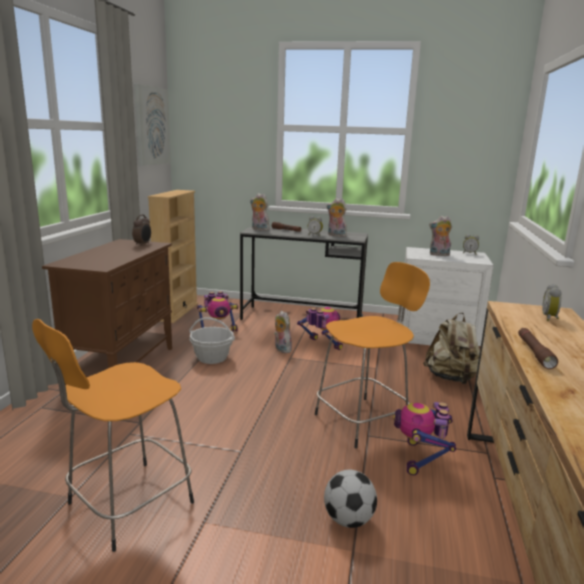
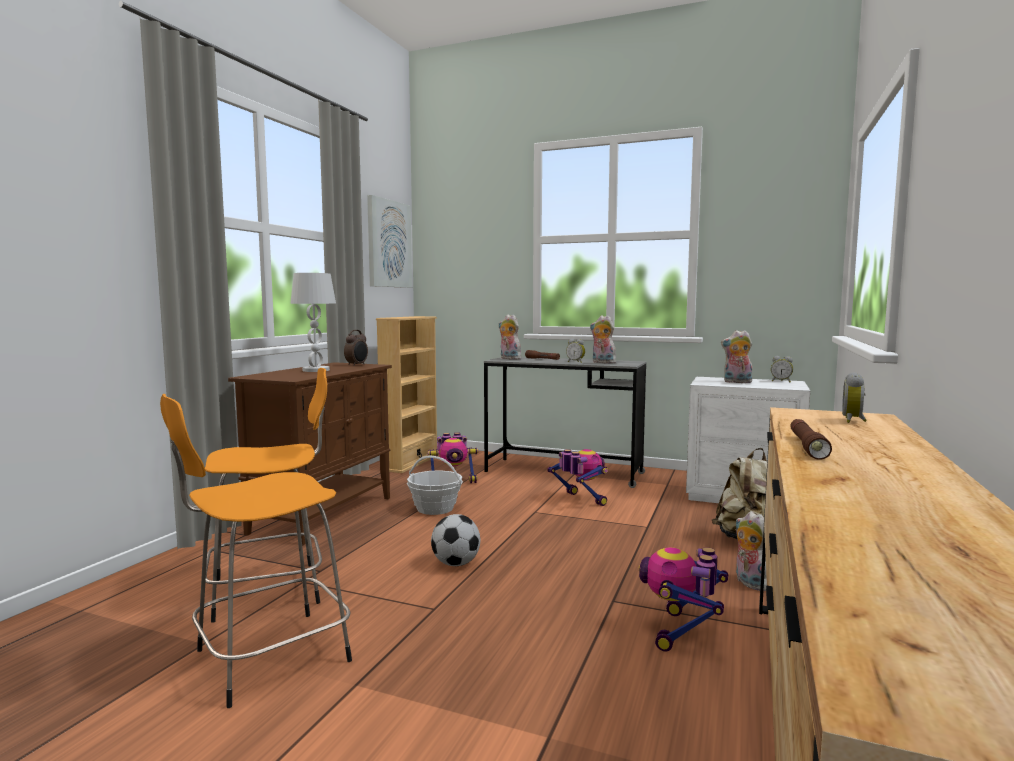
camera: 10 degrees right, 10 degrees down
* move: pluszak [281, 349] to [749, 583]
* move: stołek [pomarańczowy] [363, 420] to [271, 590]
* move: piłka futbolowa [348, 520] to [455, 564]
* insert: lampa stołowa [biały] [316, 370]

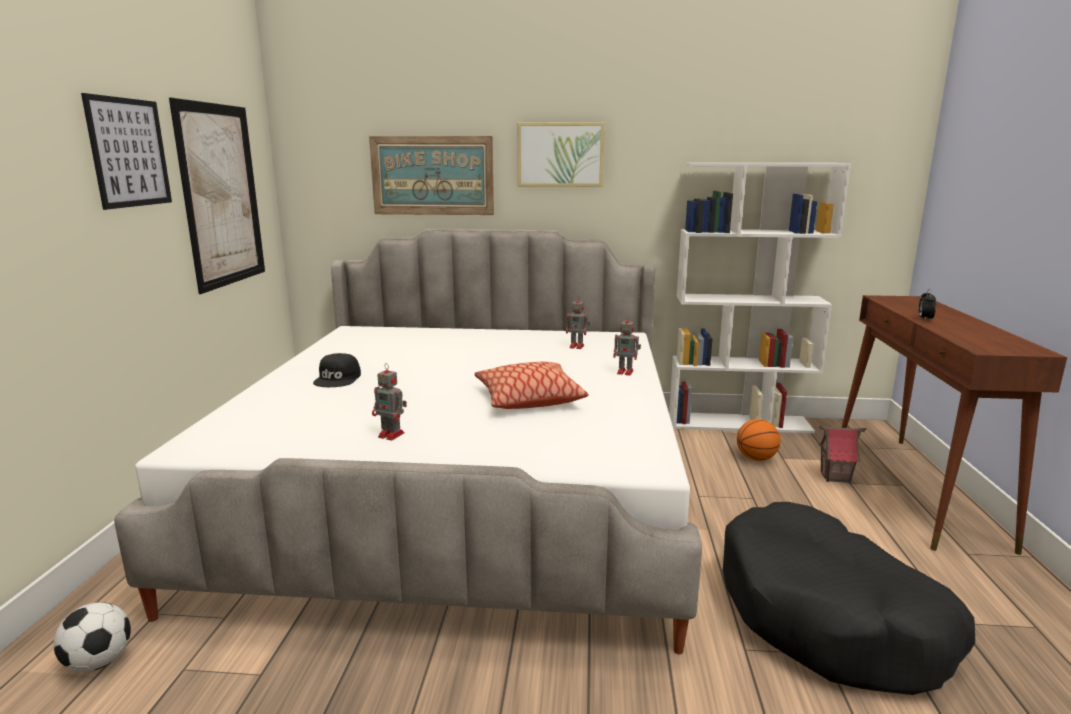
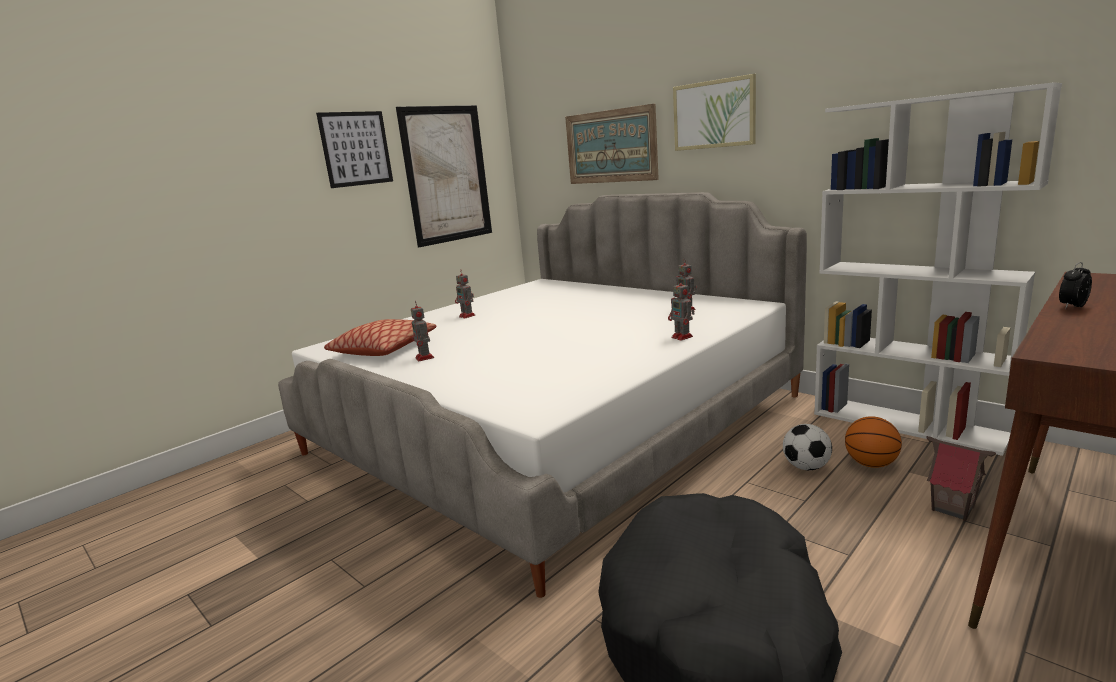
camera: 40 degrees right, 0 degrees up
* move: piłka futbolowa [99, 662] to [806, 467]
* replace: czapka z daszkiem [czarny] [338, 379] to robot zabawkowy [467, 316]
* move: poduszka [528, 399] to [383, 349]

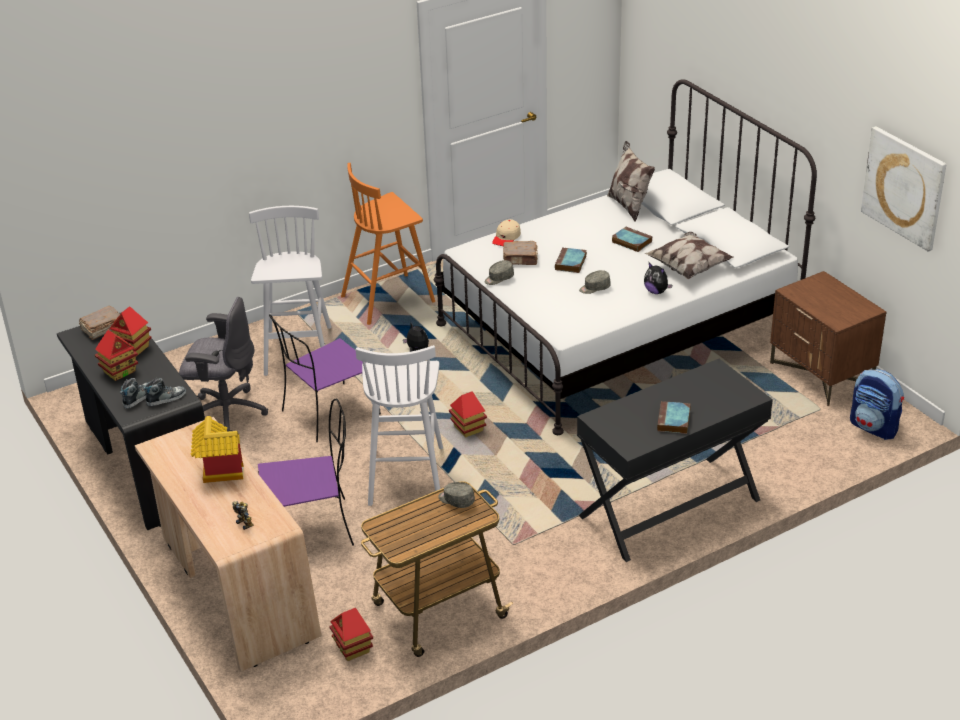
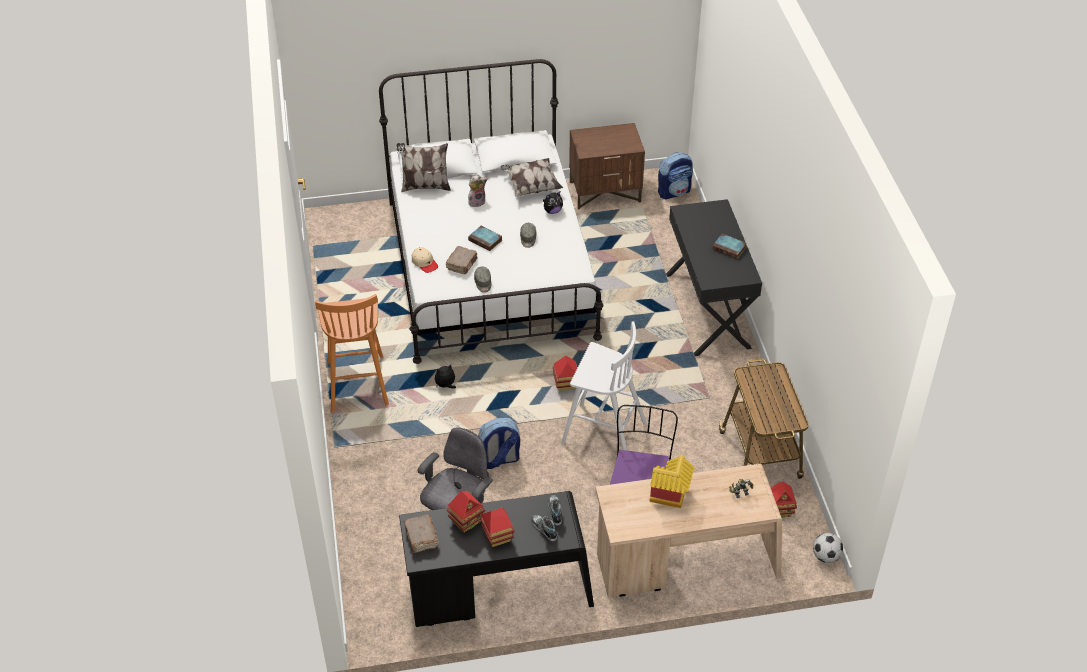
camera: 70 degrees left, 10 degrees up
* delete: stołek [biały] [298, 352]
* replace: krzesło [fioletowy] [328, 414] to plecak [499, 460]
* delete: czapka z daszkiem [szary] [456, 500]
* replace: książka [630, 242] to pluszak [477, 201]
* delete: obraz [904, 187]
* insert: piłka futbolowa [826, 556]

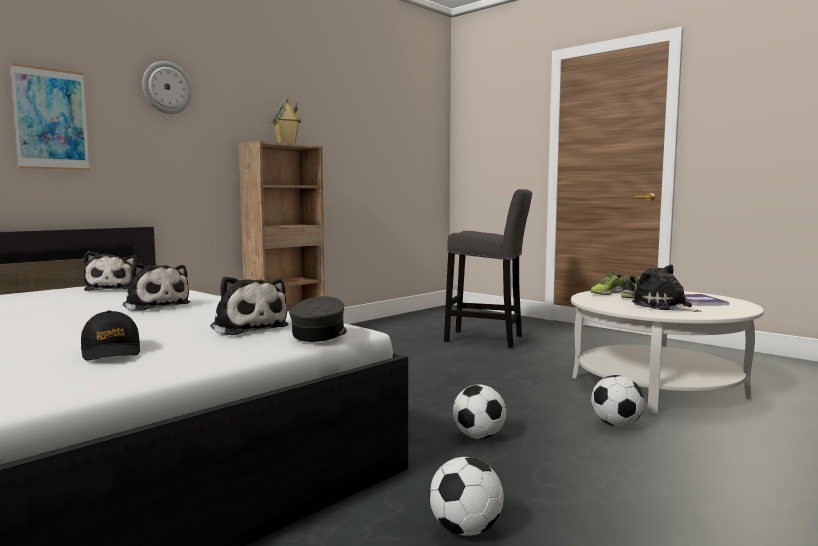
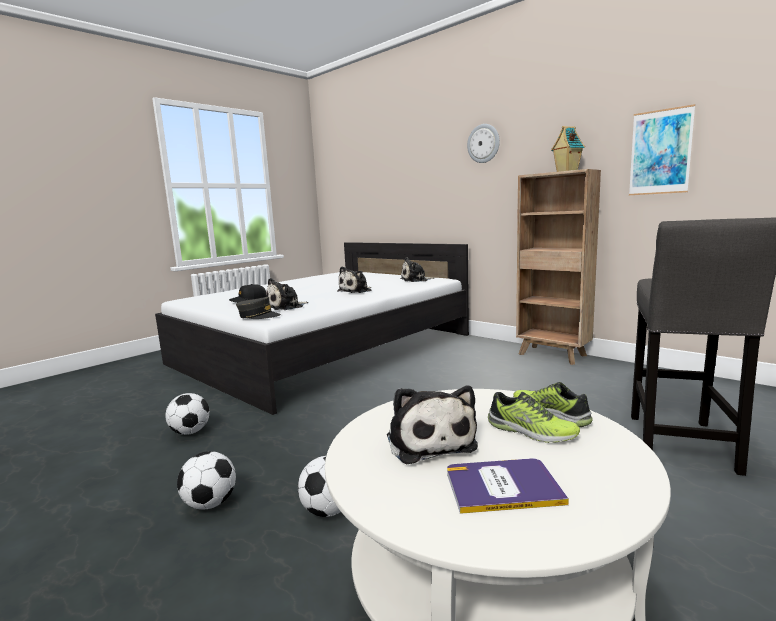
camera: 90 degrees right, 5 degrees up
* move: obraz [51, 119] to [660, 152]
* move: piłka futbolowa [479, 436] to [210, 504]
* rotate: pluszak [664, 306] = [429, 441] 105 degrees clockwise

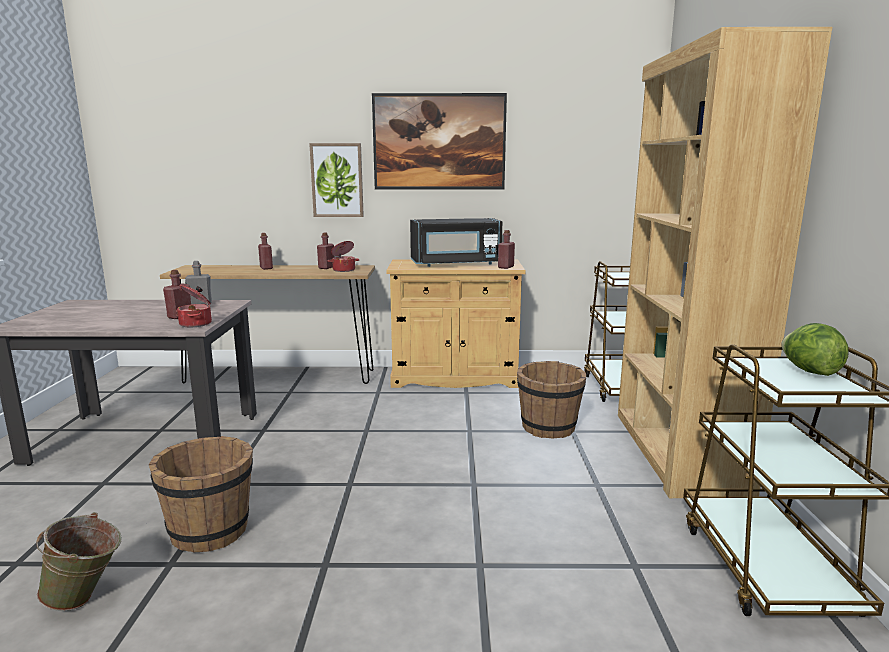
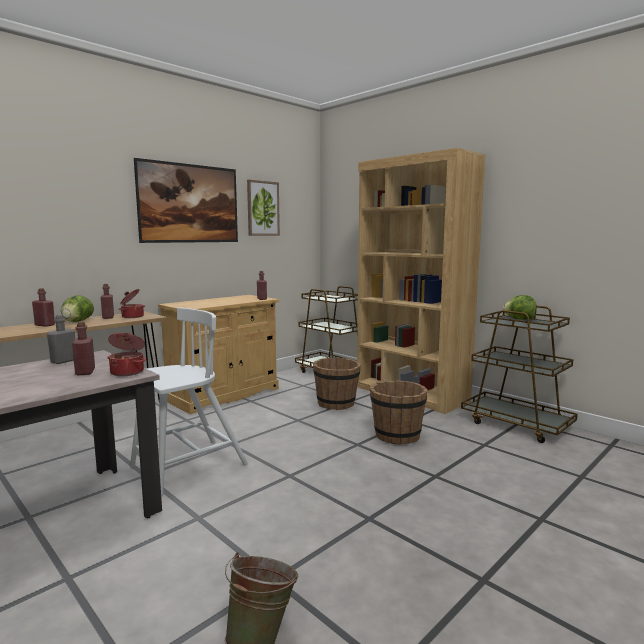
camera: 45 degrees left, 5 degrees down
* move: wiadro [brązowy] [210, 530] to [397, 435]
* move: obraz [337, 180] to [262, 208]
* delete: mikrofalówka [czarny] [456, 264]
* insert: sałata [77, 321]
* insert: krzesło [biały] [187, 467]

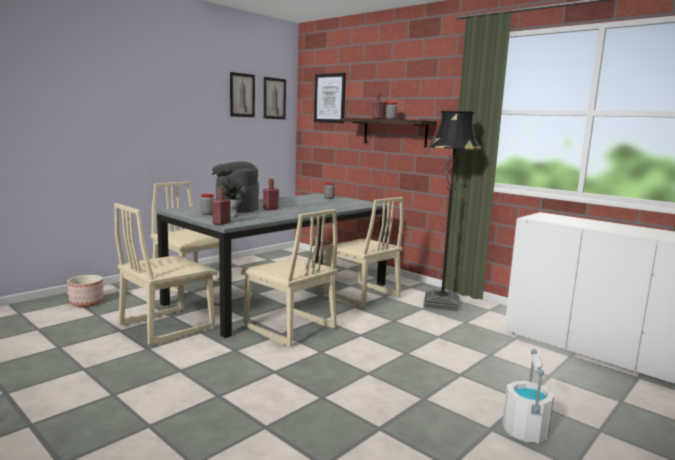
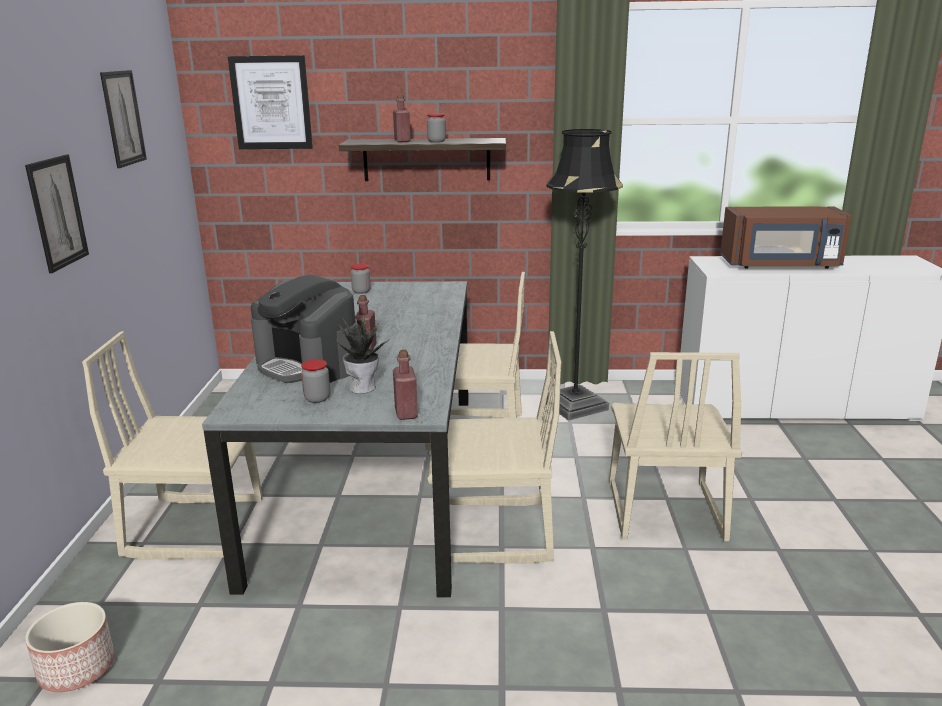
camera: 40 degrees left, 10 degrees up
* move: krzesło [beżowy] [166, 326] to [663, 511]
* move: obraz [274, 98] to [57, 212]
* delete: wiadro [biały] [525, 431]
* insert: mikrofalówka [brązowy] [781, 265]

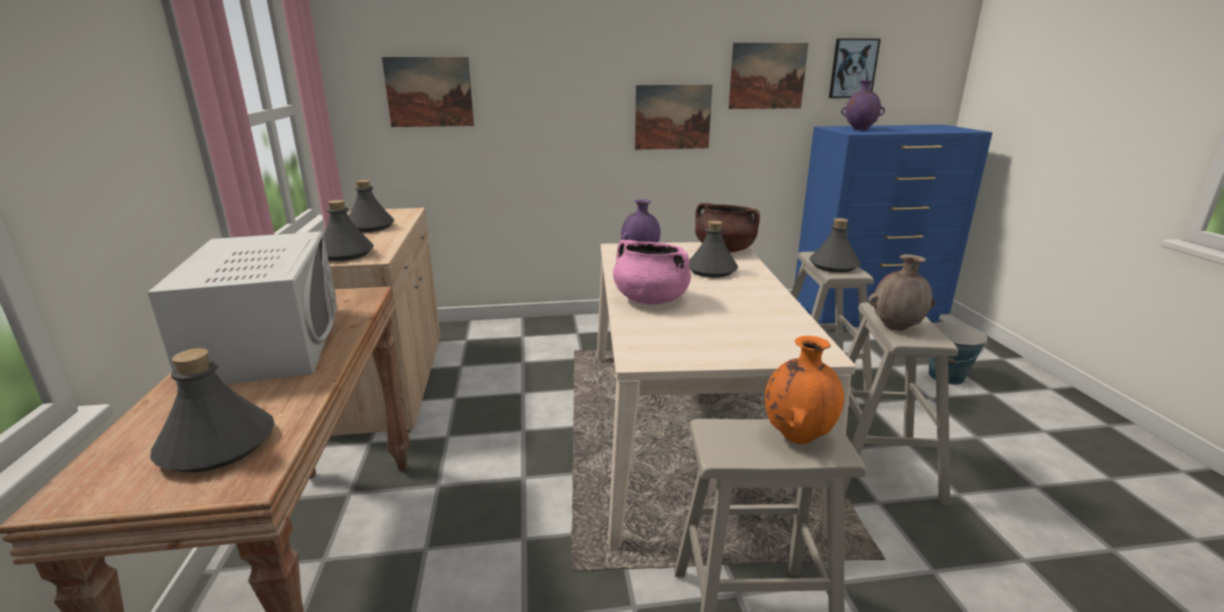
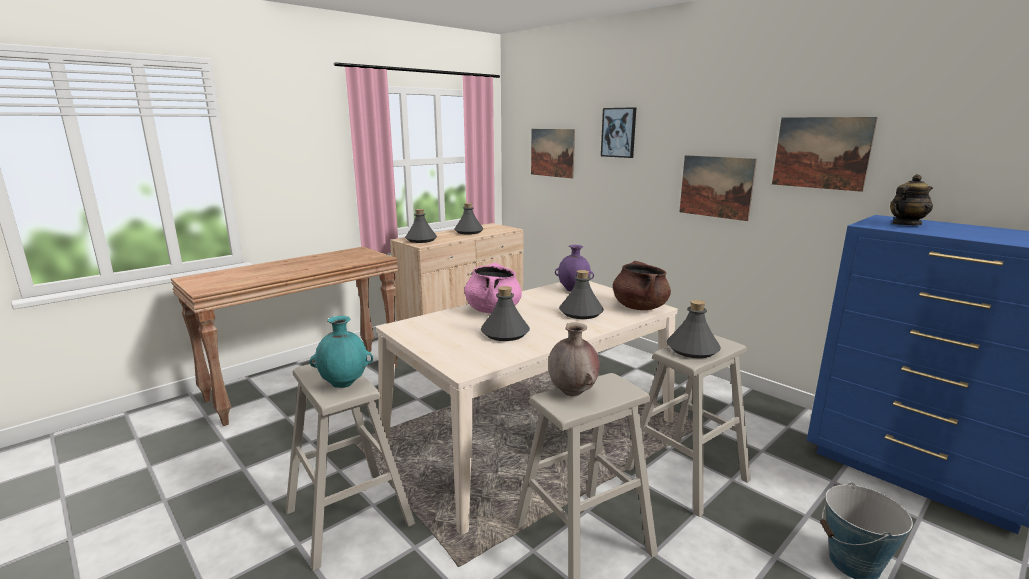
camera: 55 degrees right, 5 degrees down
* delete: mikrofalówka [biały] [269, 343]
* move: butelka [szary] [217, 446] to [504, 333]
* recolor: wazon [pomarańczowy] [797, 435] to wazon [turkusowy] [344, 384]
* move: obraz [853, 68] to [619, 132]
* replace: wazon [fioletowy] [859, 129] to imbryk [905, 224]

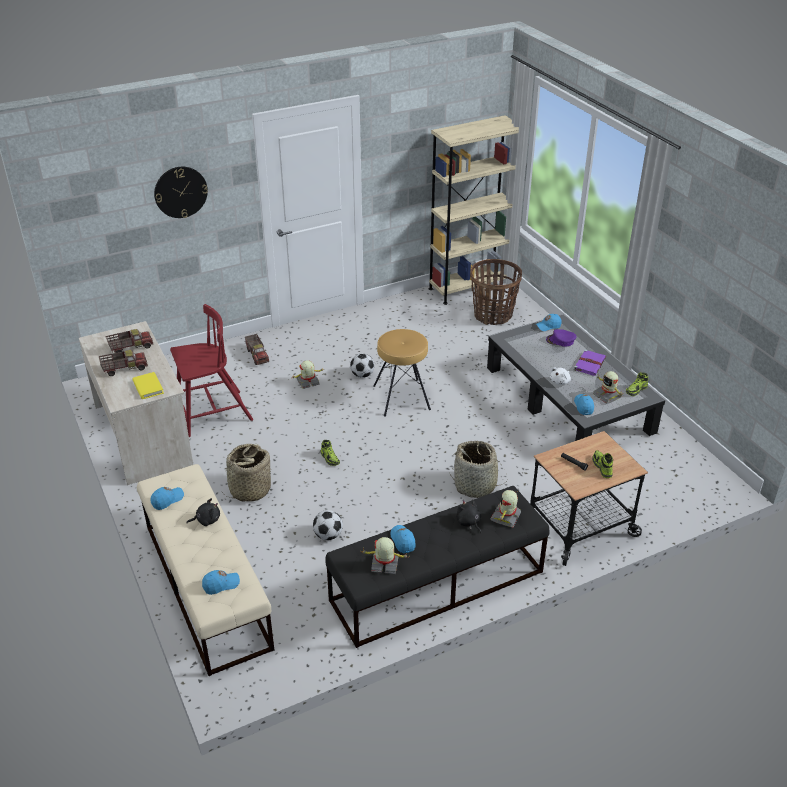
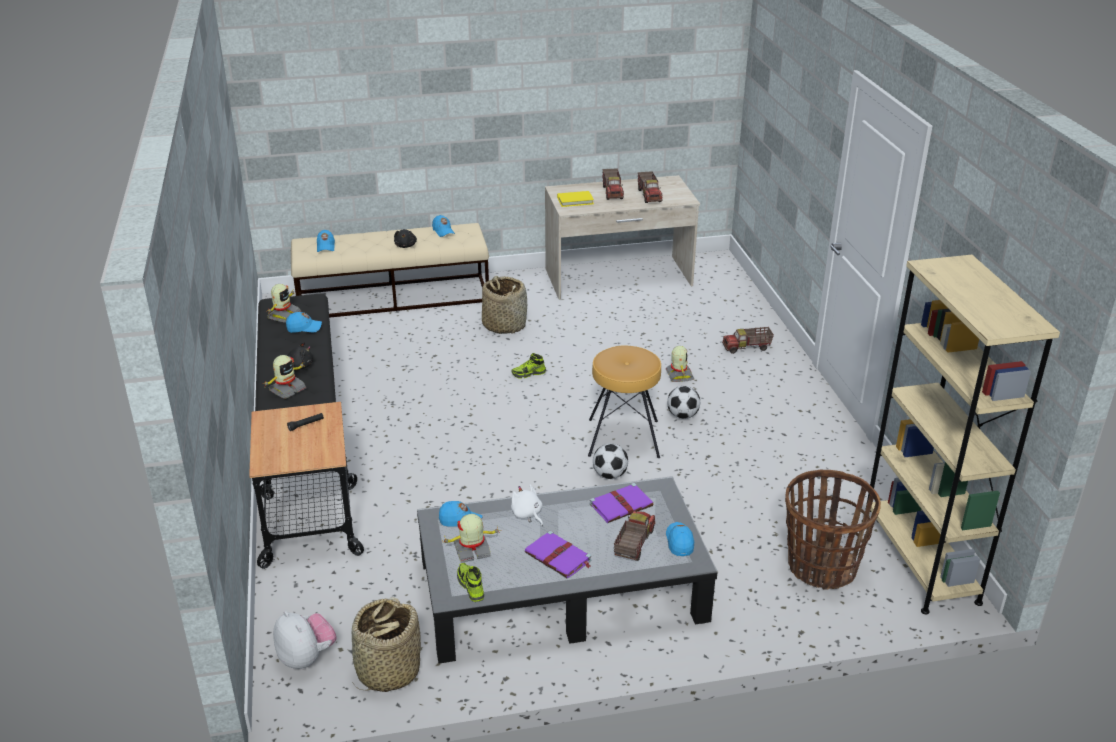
camera: 105 degrees right, 5 degrees down
* delete: zegar ścienny [180, 192]
* delete: krzesło [czerwony] [212, 414]
* move: piłka futbolowa [328, 535] to [609, 475]
* move: koszyk [475, 486] to [388, 671]
* rotate: robot zabawkowy [506, 517] = [287, 389] 90 degrees clockwise
* replace: czapka z daszkiem [fioletowy] [560, 340] to ciężarówka zabawkowa [633, 544]
* delete: but [602, 467]
* insert: pluszak [307, 658]
* insert: książka [fioletowy] [622, 505]

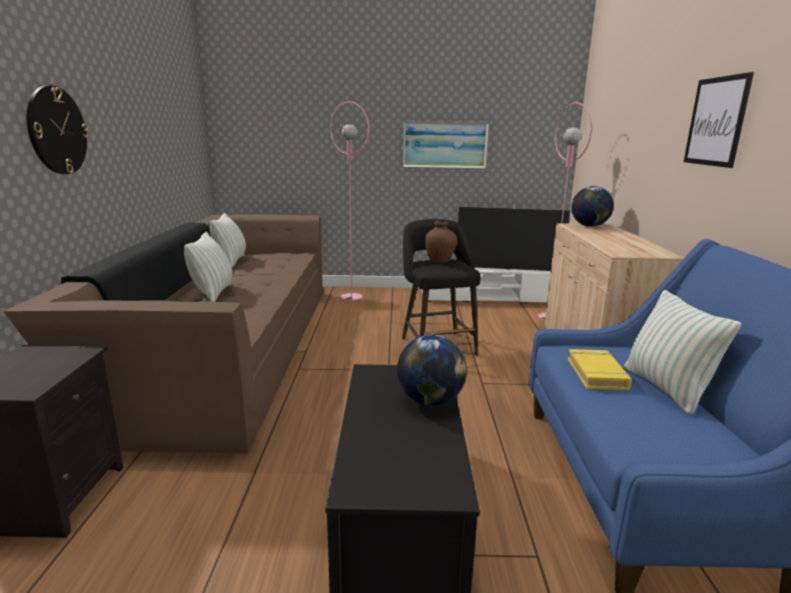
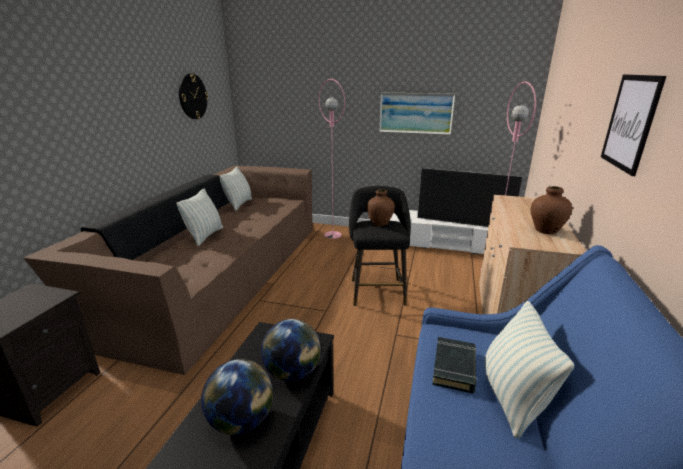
camera: 15 degrees right, 5 degrees up
* move: zegar ścienny [57, 130] to [192, 96]
* recolor: książka [żółty] [597, 374] to książka [czarny] [454, 367]
* move: globus [589, 226] to [241, 421]
* insert: wazon [brązowy] [545, 230]

